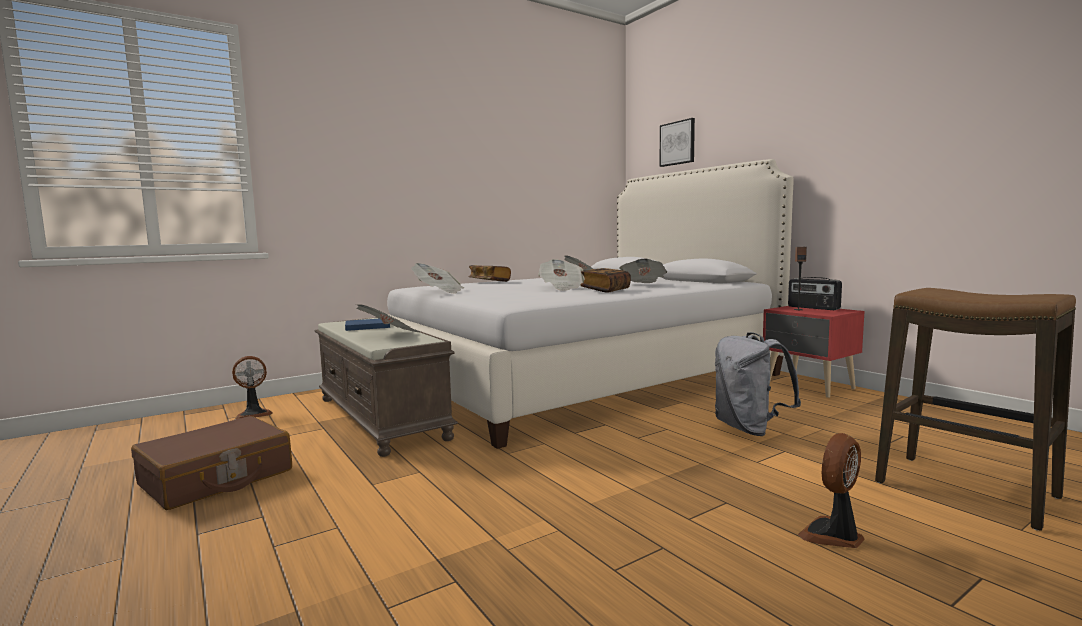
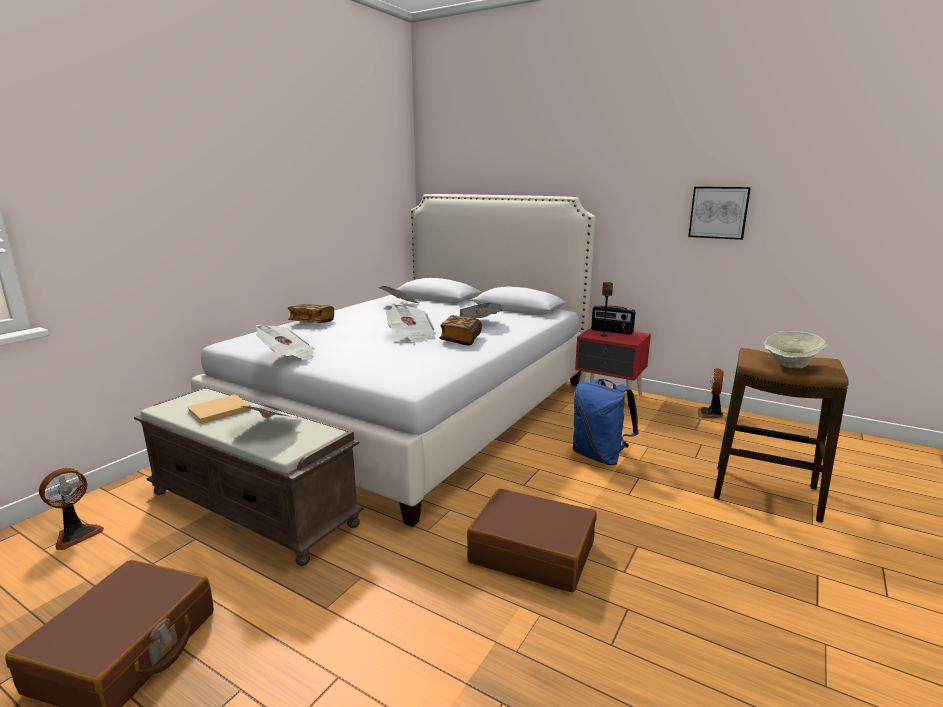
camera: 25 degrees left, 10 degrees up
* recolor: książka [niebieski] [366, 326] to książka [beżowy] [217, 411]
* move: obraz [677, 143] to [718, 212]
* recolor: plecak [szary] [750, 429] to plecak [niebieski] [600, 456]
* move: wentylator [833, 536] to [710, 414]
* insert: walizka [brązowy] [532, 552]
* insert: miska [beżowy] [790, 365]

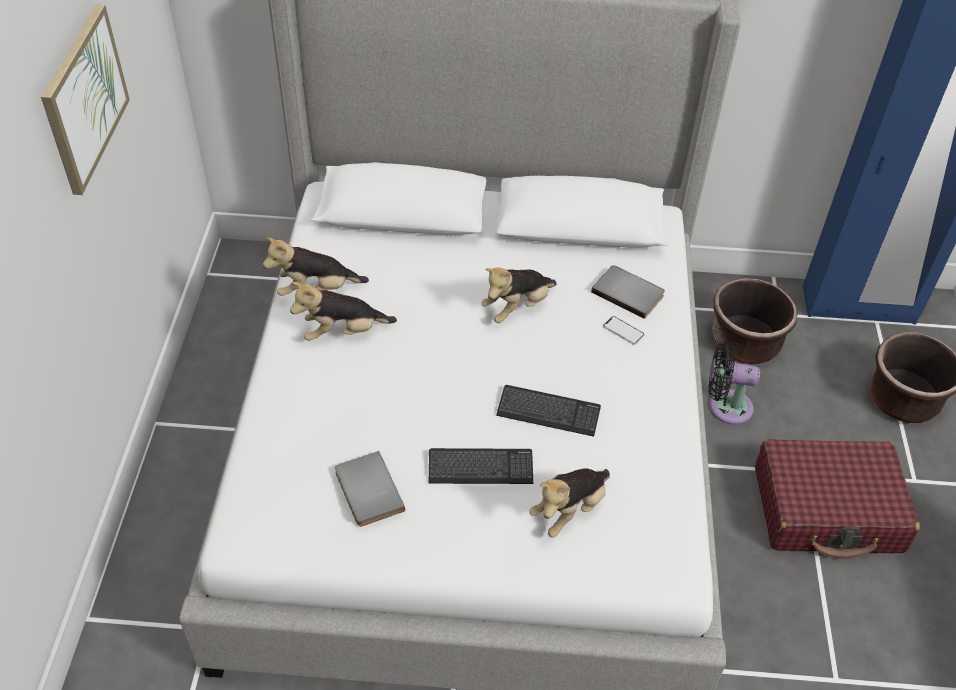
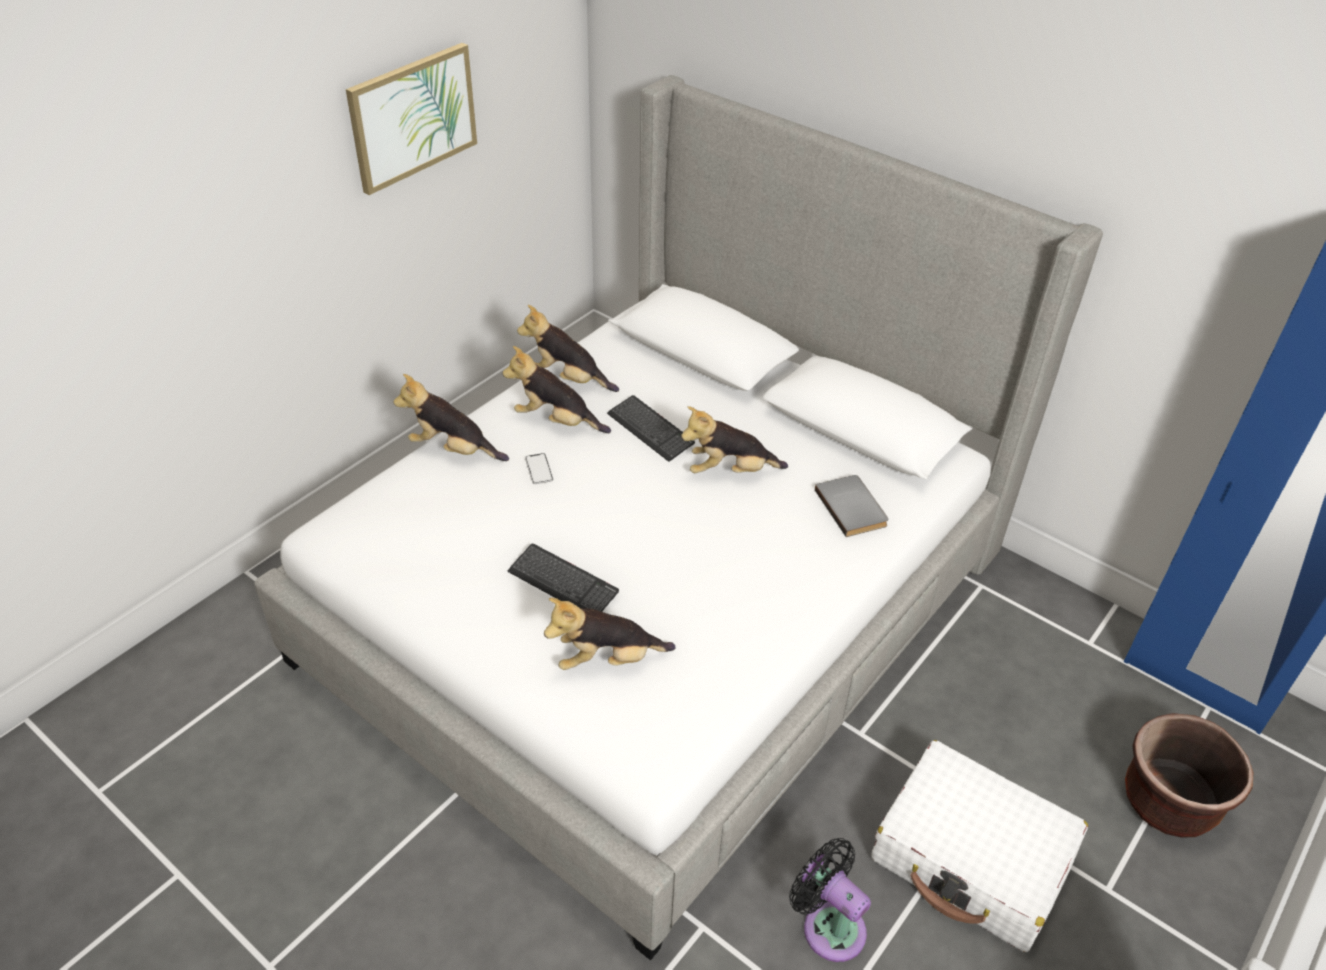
camera: 35 degrees right, 5 degrees down
* delete: książka [szary] [366, 491]
* move: klawiatura [548, 412] to [650, 430]
* move: telefon [623, 331] to [539, 469]
* move: wentylator [czarny] [725, 406] to [829, 925]
* delete: donica [brązowy] [744, 343]
* recolor: walizka [czerwony] [827, 510] to walizka [biały] [972, 858]
* insert: pluszak [453, 450]

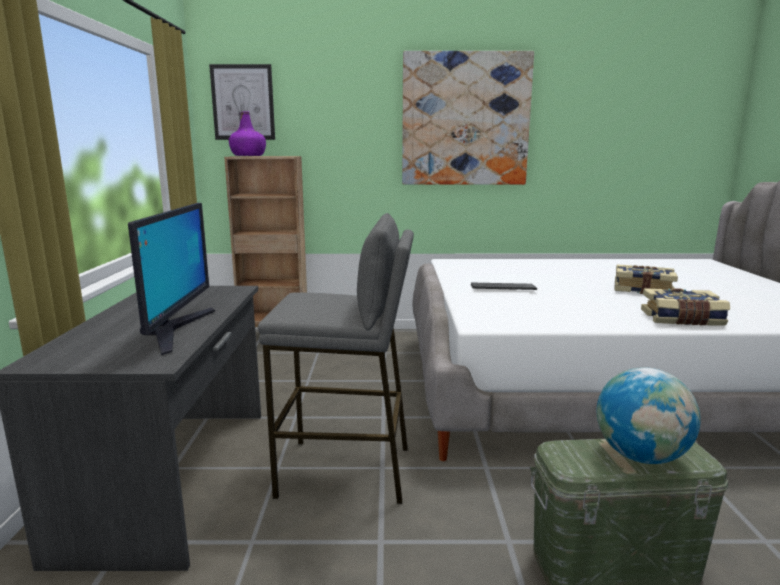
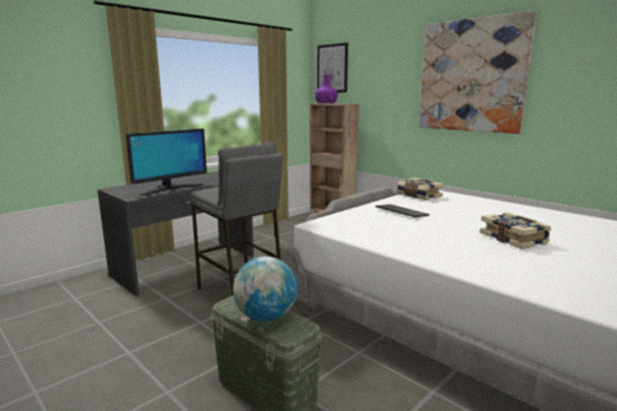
camera: 45 degrees right, 0 degrees up
* move: książka [682, 319] to [418, 195]

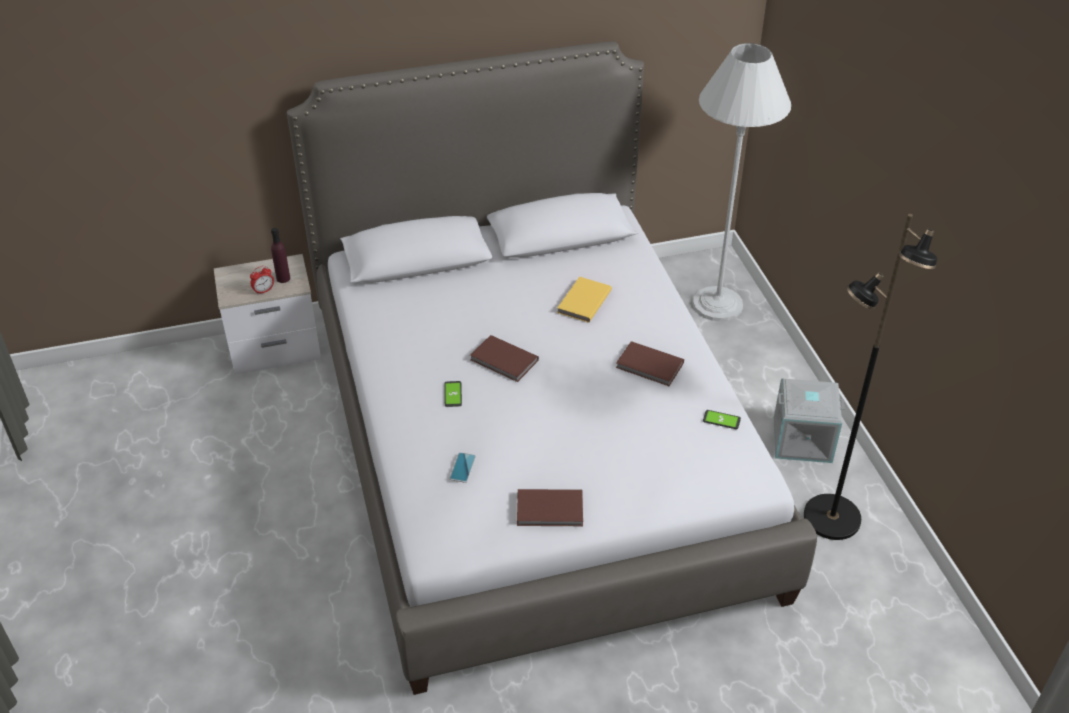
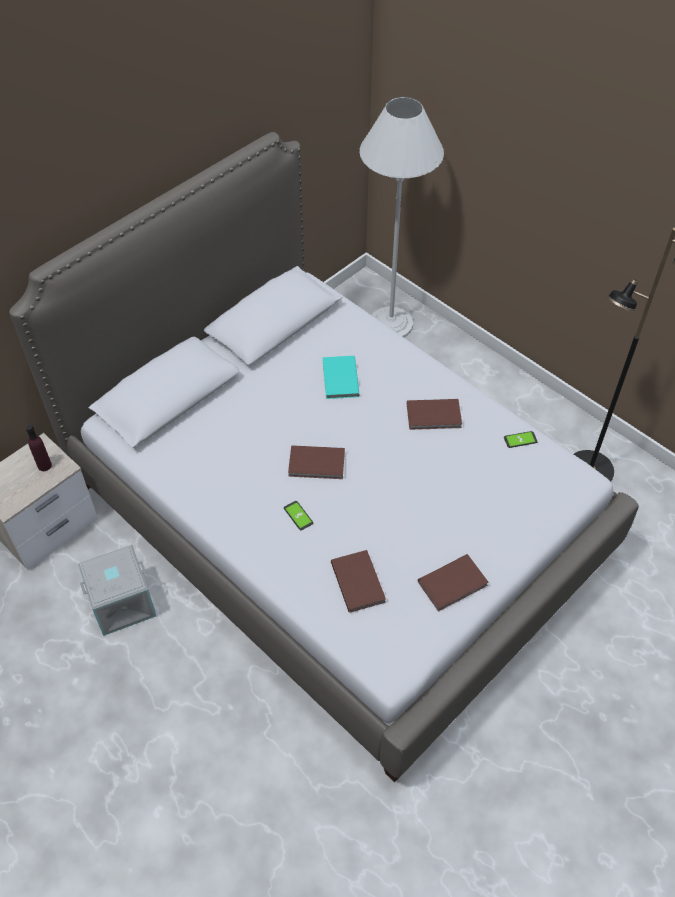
camera: 30 degrees left, 10 degrees up
* delete: budzik [264, 291]
* replace: telefon [463, 468] to książka [brązowy] [359, 581]
* recolor: książka [żółty] [582, 301] to książka [turkusowy] [339, 379]
* move: pojemnik do przechowywania [szary] [802, 439] to [122, 602]

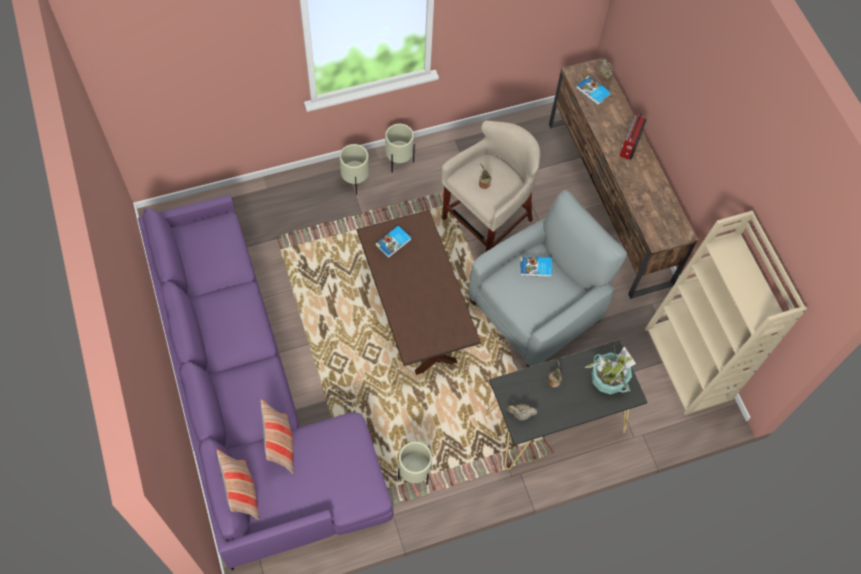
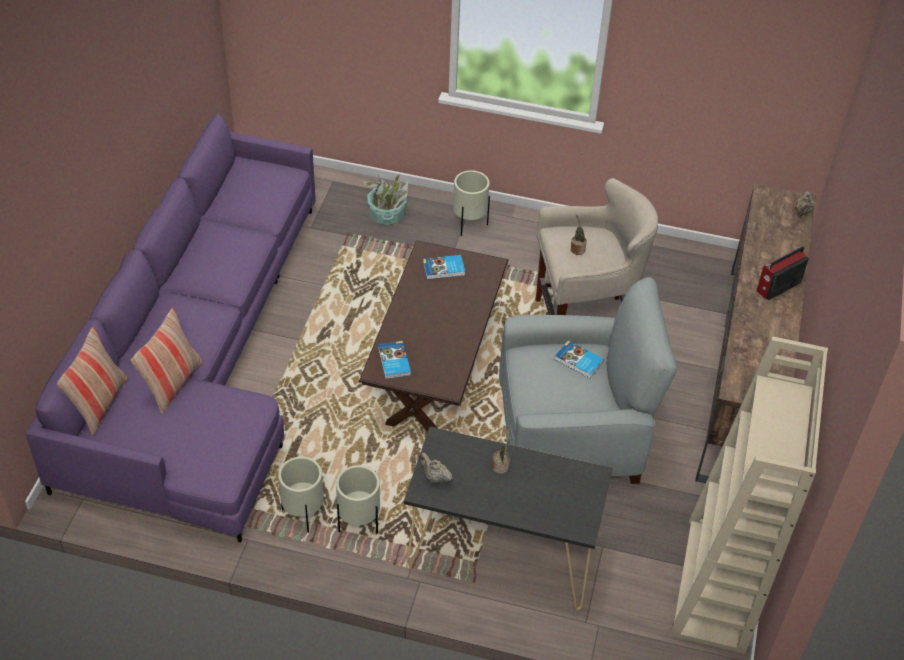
camera: 35 degrees right, 15 degrees down
* move: donica [beżowy] [399, 162] to [358, 523]
* move: książka [593, 92] to [393, 362]
* move: roślina doniczkowa [608, 379] to [387, 215]

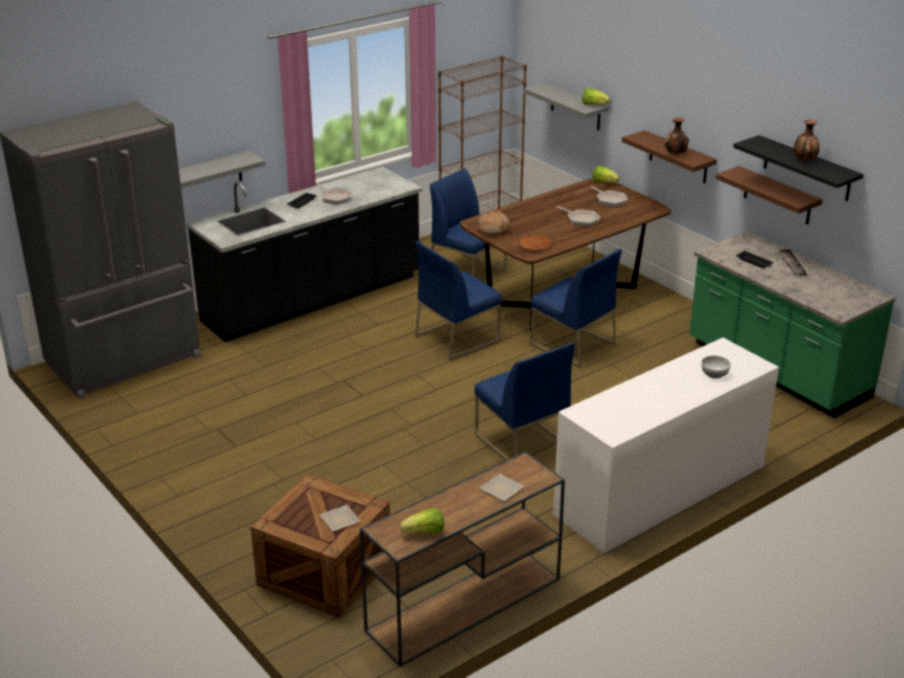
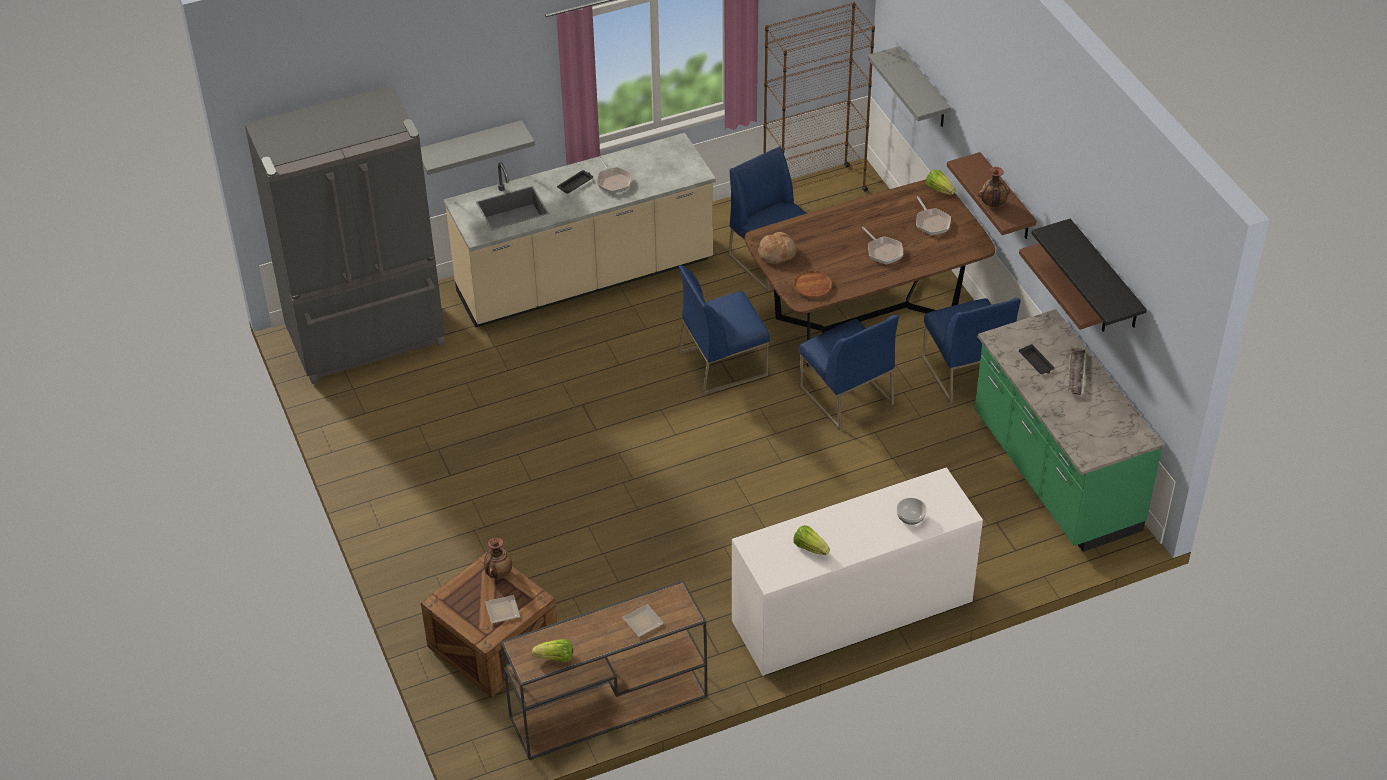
camera: 15 degrees right, 15 degrees up
* recolor: zabudowa kuchenna [czarny] [313, 300] to zabudowa kuchenna [beżowy] [585, 279]
* move: krzesło [niebieski] [521, 441] to [964, 372]
* move: sałata [594, 105] to [810, 547]
* move: wazon [804, 160] to [498, 573]

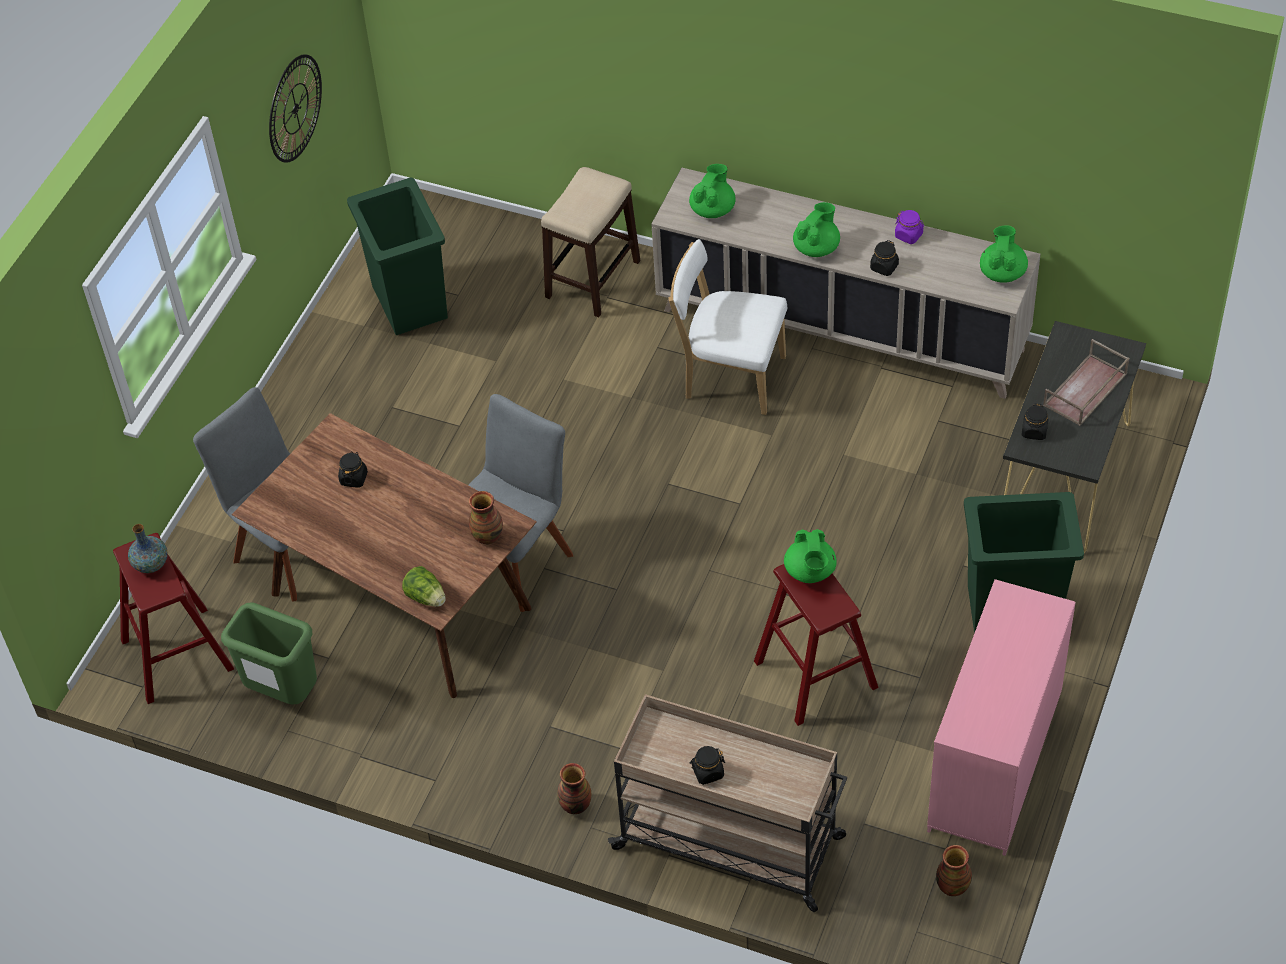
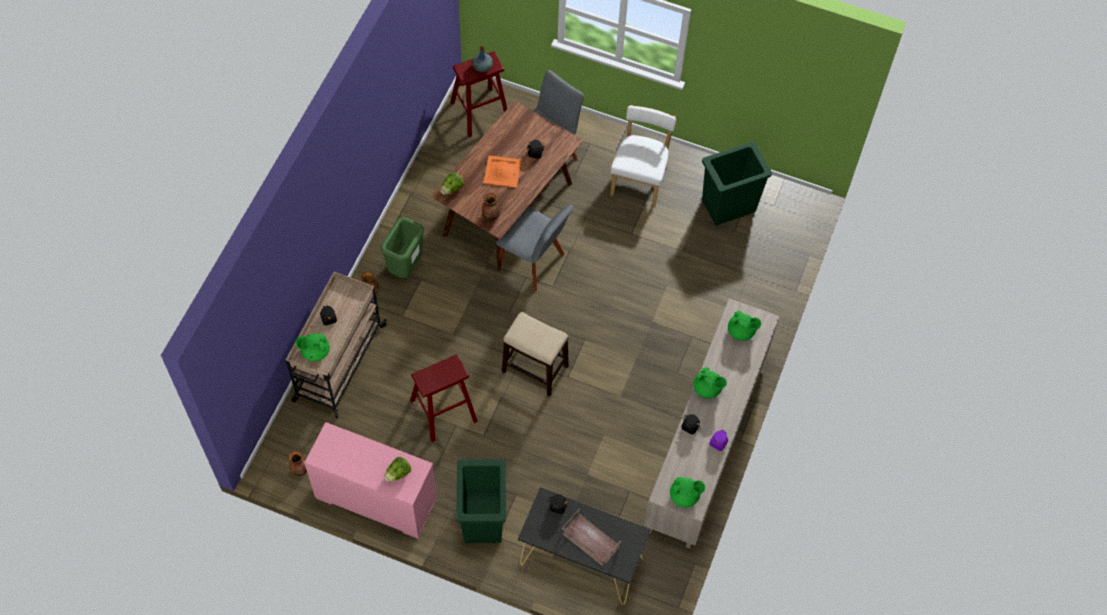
camera: 85 degrees right, 10 degrees up
* move: kosz na śmieci [zielony] [282, 693] to [405, 266]
* delete: zegar ścienny [295, 108]
* move: stołek [592, 280] to [534, 368]
* move: krzesło [biały] [730, 377] to [640, 179]
* move: imbryk [zielony] [810, 572] to [315, 352]
* insert: sałata [398, 473]
* insert: taca [pomarańczowy] [502, 171]

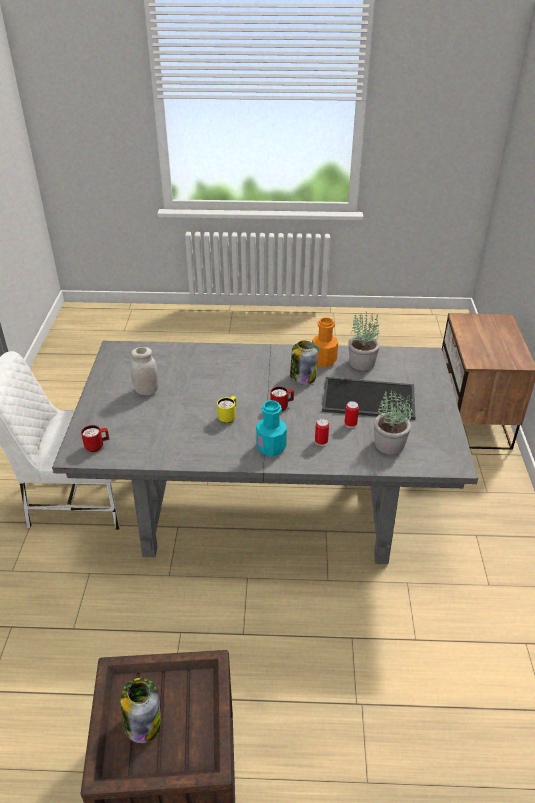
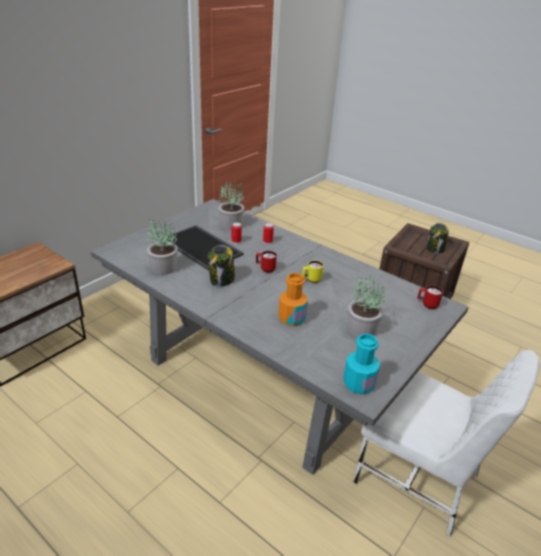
camera: 145 degrees left, 5 degrees down
* replace: słoik [biały] [146, 391] to roślina doniczkowa [361, 330]
* move: butelka [turkusowy] [271, 447] to [358, 383]
* move: butelka [pomarańczowy] [323, 360] to [291, 318]

